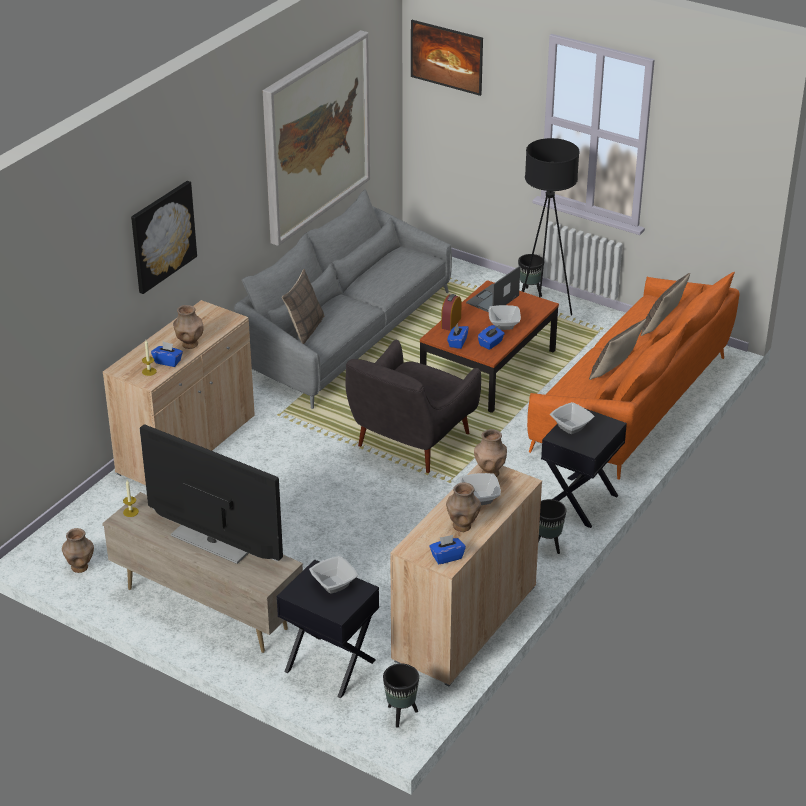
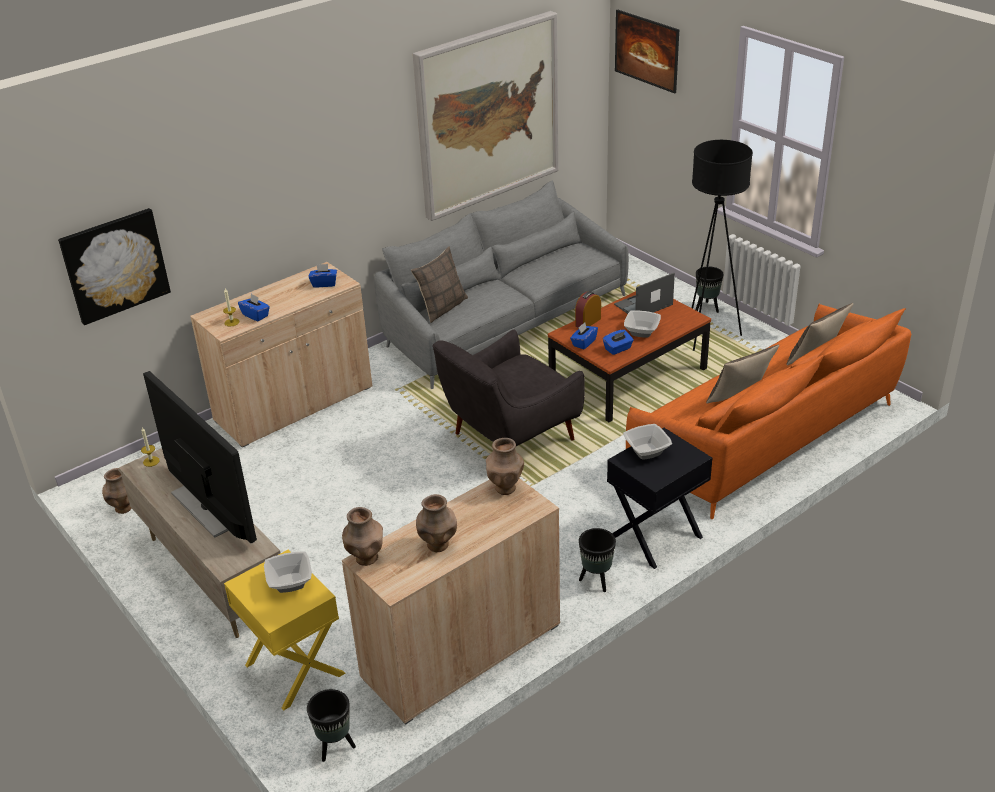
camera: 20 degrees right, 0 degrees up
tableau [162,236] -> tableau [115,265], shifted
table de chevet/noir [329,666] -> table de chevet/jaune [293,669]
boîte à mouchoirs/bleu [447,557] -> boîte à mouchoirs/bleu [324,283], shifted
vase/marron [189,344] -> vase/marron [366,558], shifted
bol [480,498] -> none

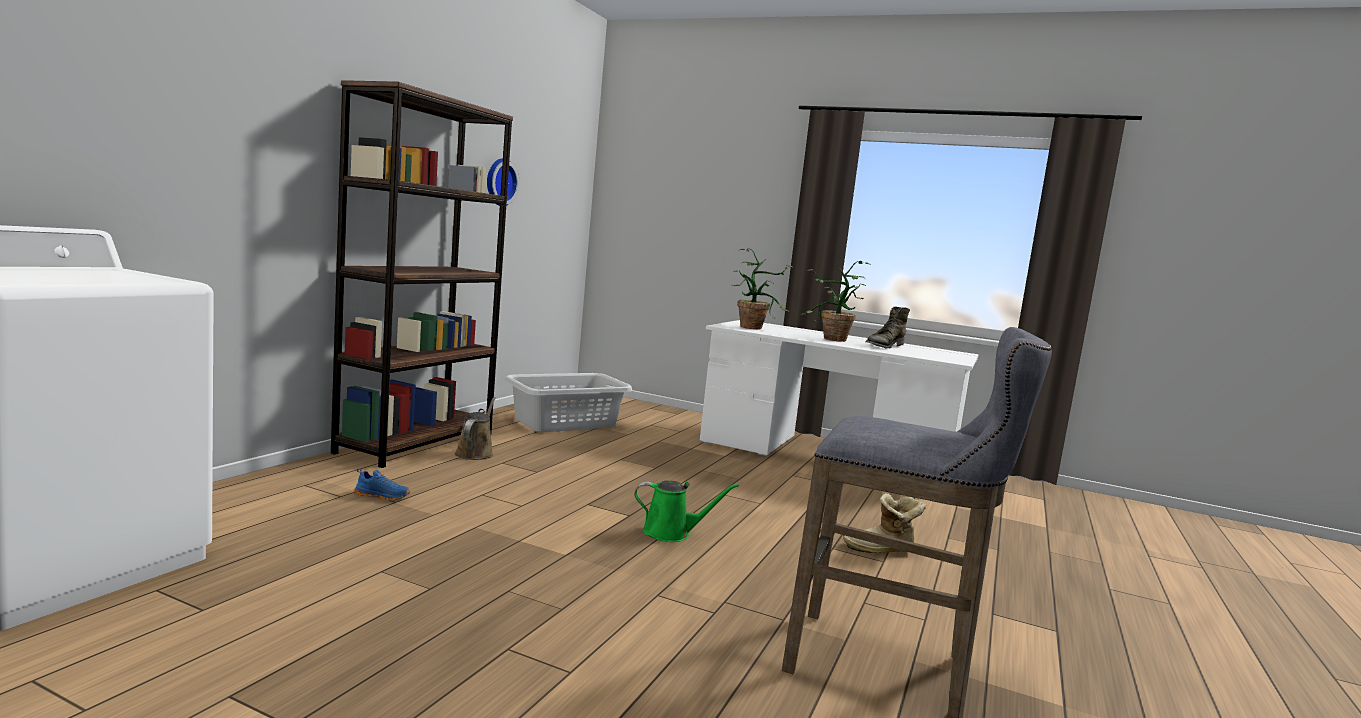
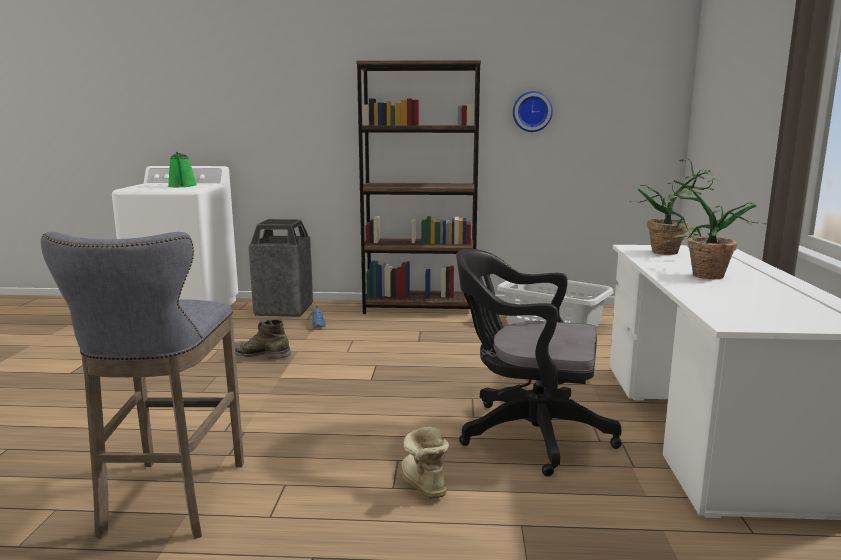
camera: 70 degrees right, 5 degrees up
arrosoir/vert [671,533] -> arrosoir/vert [182,186], shifted
botte/vert [884,346] -> botte/vert [260,354], shifted
none -> poubelle [284,309]
none -> chaise de bureau/noir [527,434]
arrosoir/marron [475,453] -> none

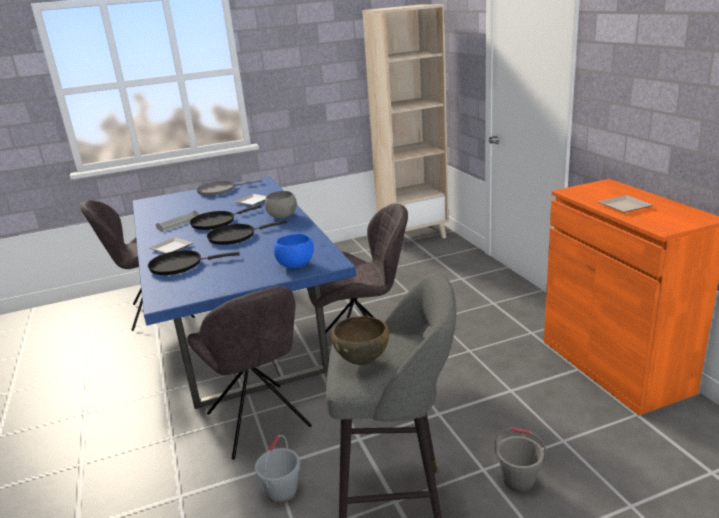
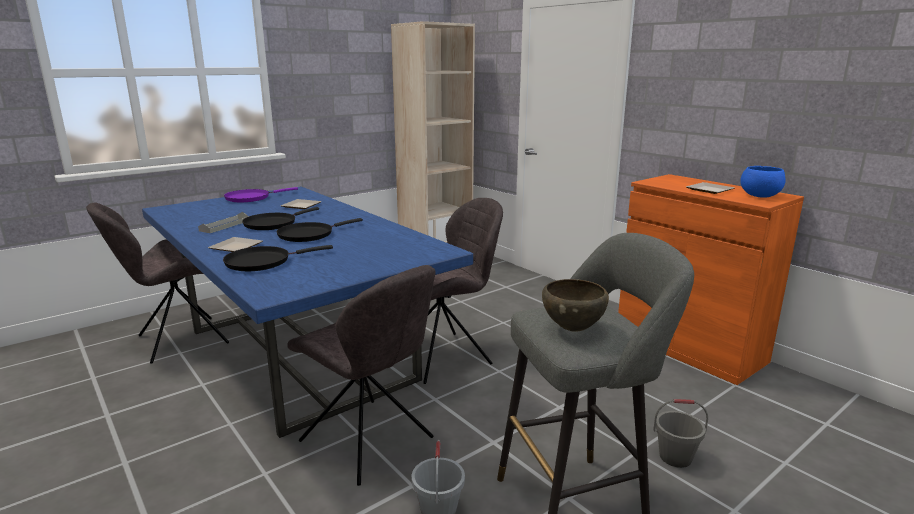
camera: 20 degrees left, 5 degrees down
poêle/gris [219,190] -> poêle/violet [250,198]
bol/bleu [295,265] -> bol/bleu [759,196], shifted
bol/gris [282,216] -> none

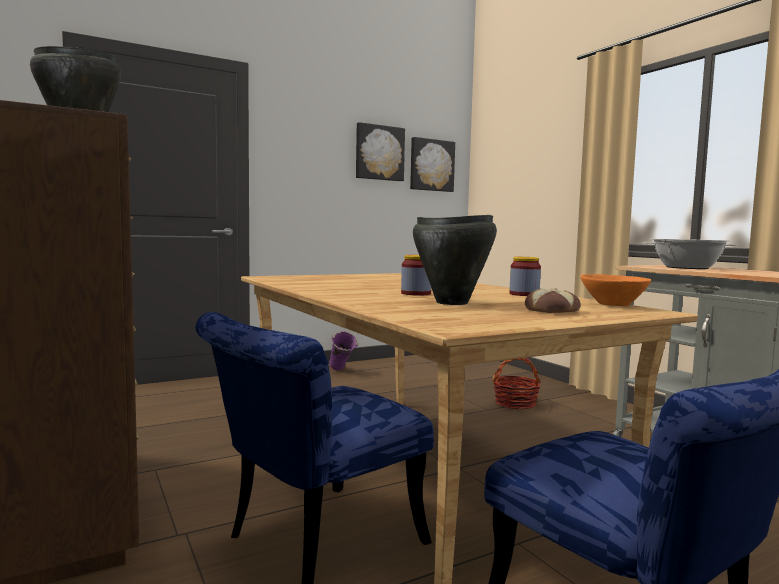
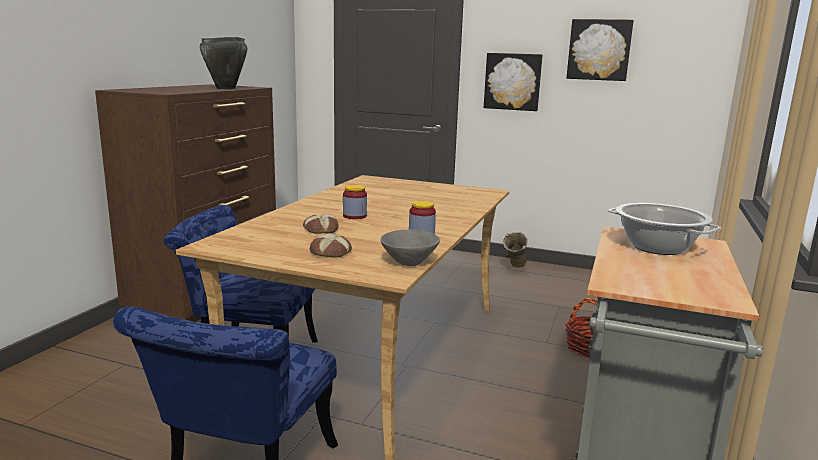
camera: 50 degrees right, 10 degrees up
marmite/noir [452,303] -> pain [320,229]
bol/orange [613,305] -> bol/gris [408,262]
tableau [431,165] -> tableau [512,81], shifted
vase/violet [341,372] -> vase/beige [514,269]

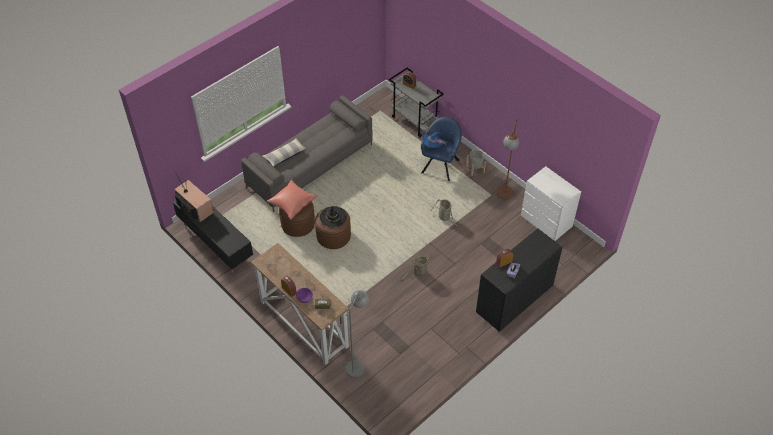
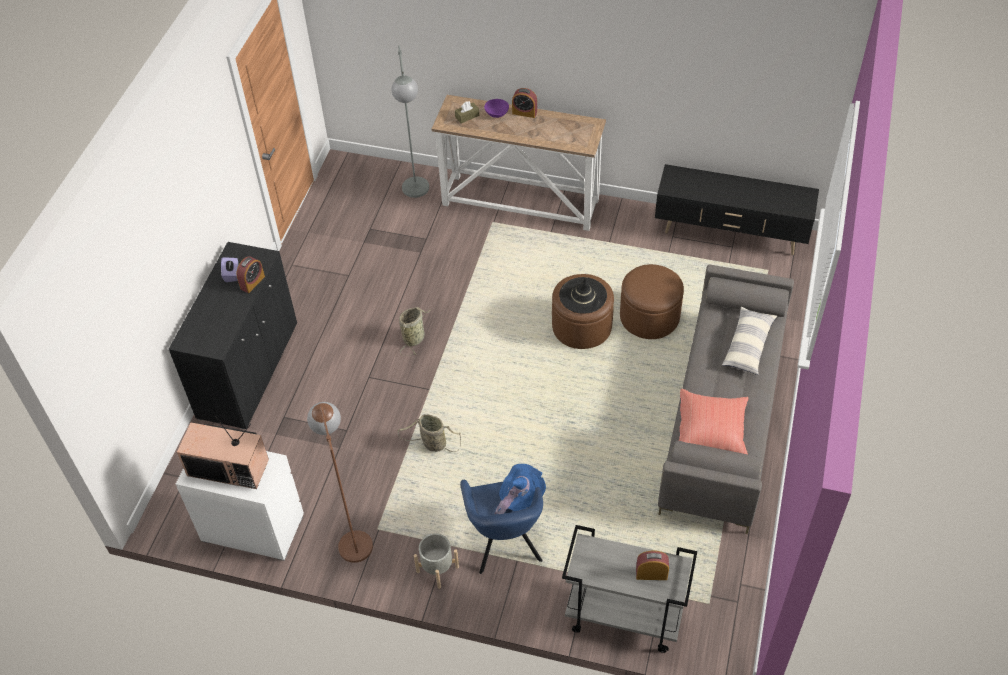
camera: 150 degrees right, 0 degrees up
téléviseur [194,208] -> téléviseur [229,466], shifted
coussin/rouge [292,204] -> coussin/rouge [711,432], shifted

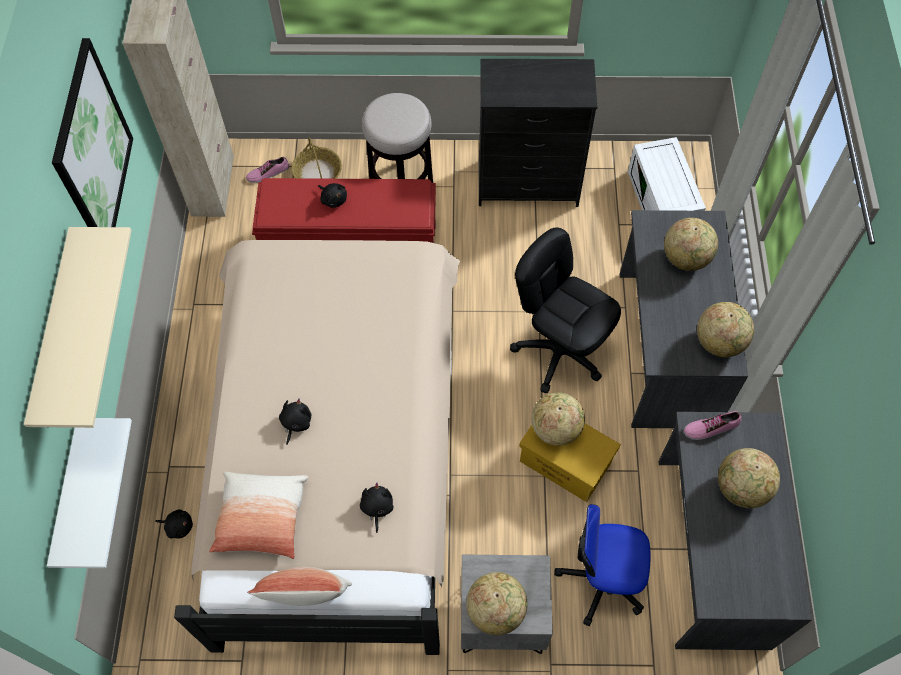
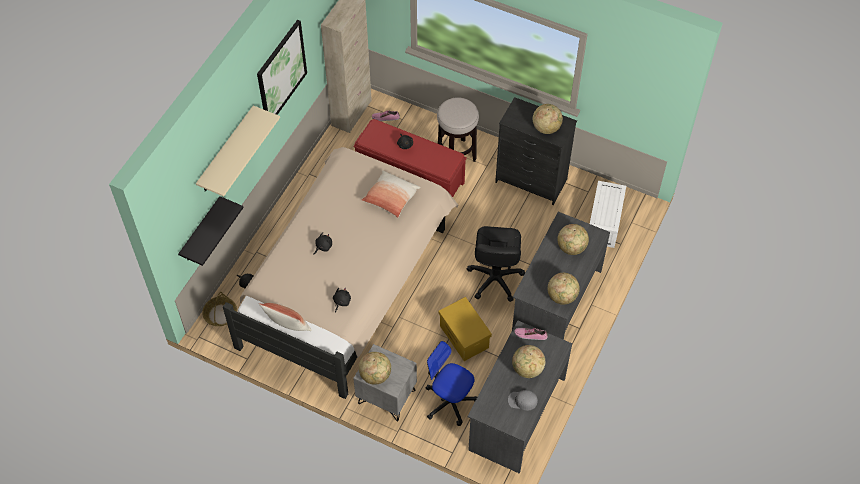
camera: 25 degrees right, 5 degrees down
étagère/blanc [70,497] -> étagère/noir [201,231]
panier [318,173] -> panier [220,315], shifted
coussin [262,519] -> coussin [391,198], shifted
chaise de bureau/noir [559,351] -> chaise de bureau/noir [495,279], 150 degrees counterclockwise
none -> casquette/gris [522,401]
globe [555,429] -> globe [546,128], shifted

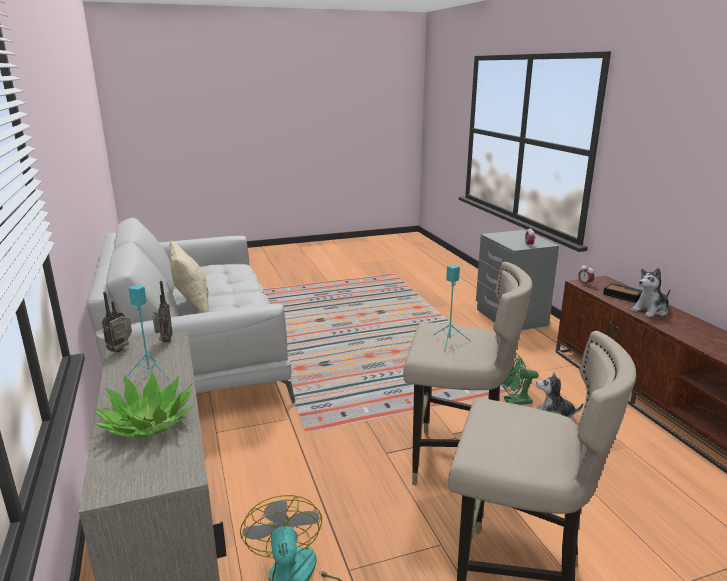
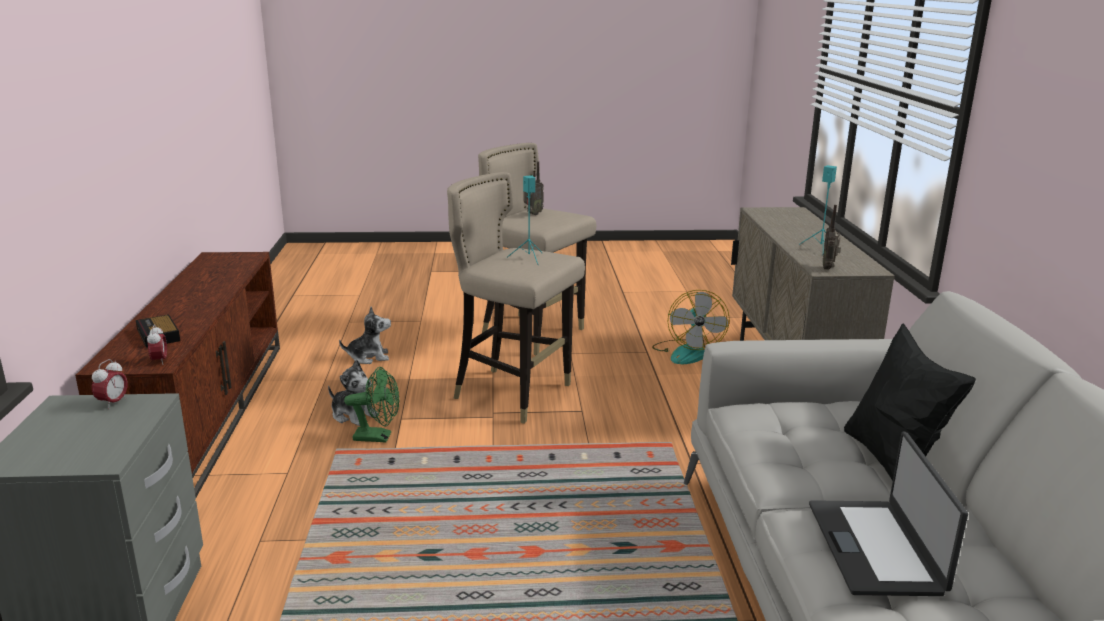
camera: 165 degrees left, 0 degrees up
peluche [650,311] -> peluche [369,357], shifted
radio [122,350] -> radio [532,214], shifted
none -> ordinateur portable [876,547]
coussin/beige [192,306] -> coussin/noir [892,463]
plante en pot [148,423] -> none

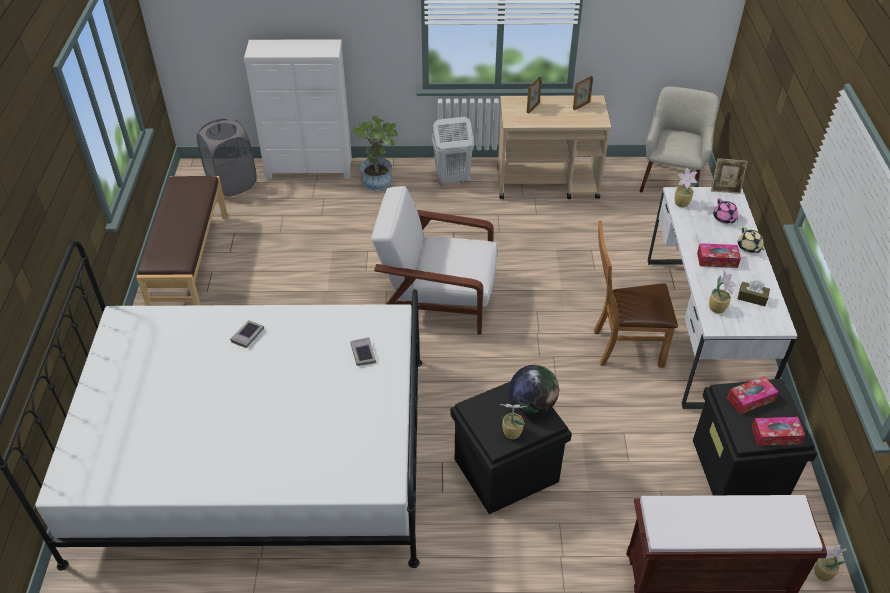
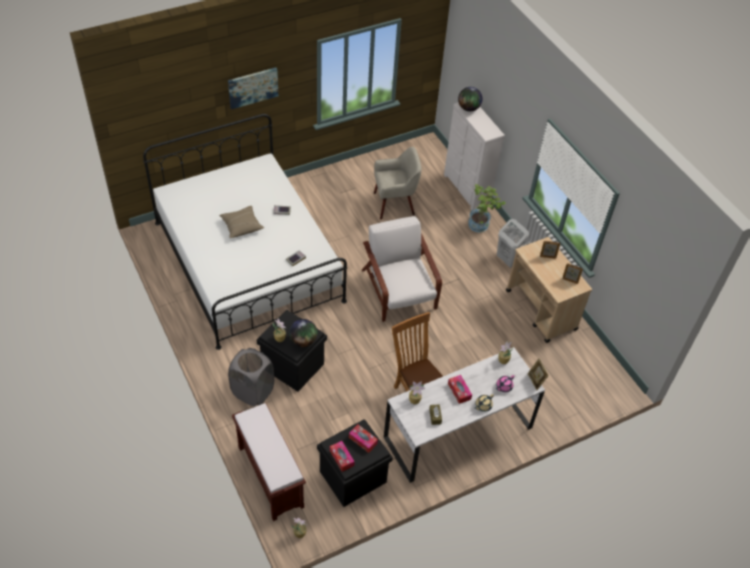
camera: 60 degrees right, 5 degrees up
none -> coussin/beige [241,226]
none -> tableau [253,87]
panier à linge/gris [232,183] -> panier à linge/gris [253,391], shifted
fauteuil/beige [671,180] -> fauteuil/beige [394,204], shifted
none -> globe [468,108]
banc/marron [190,265] -> none

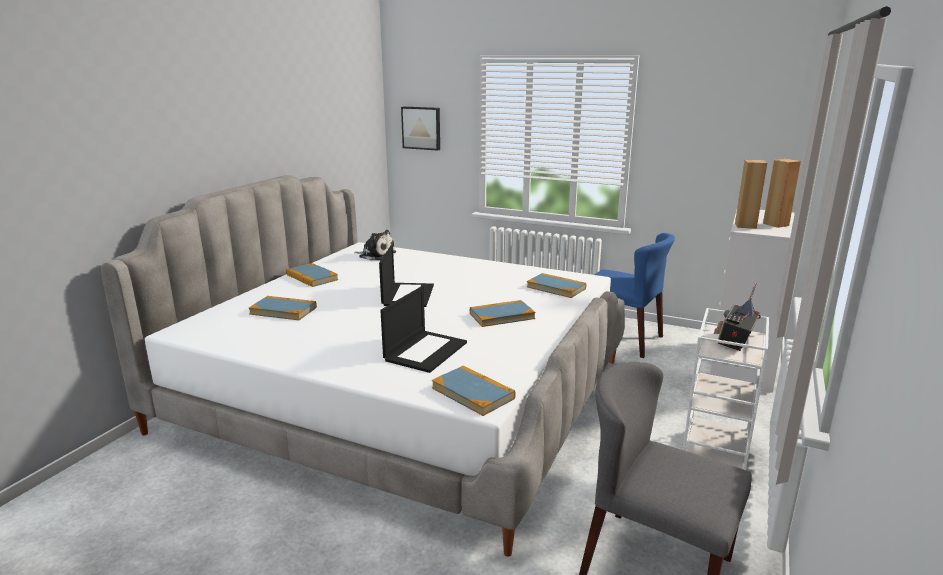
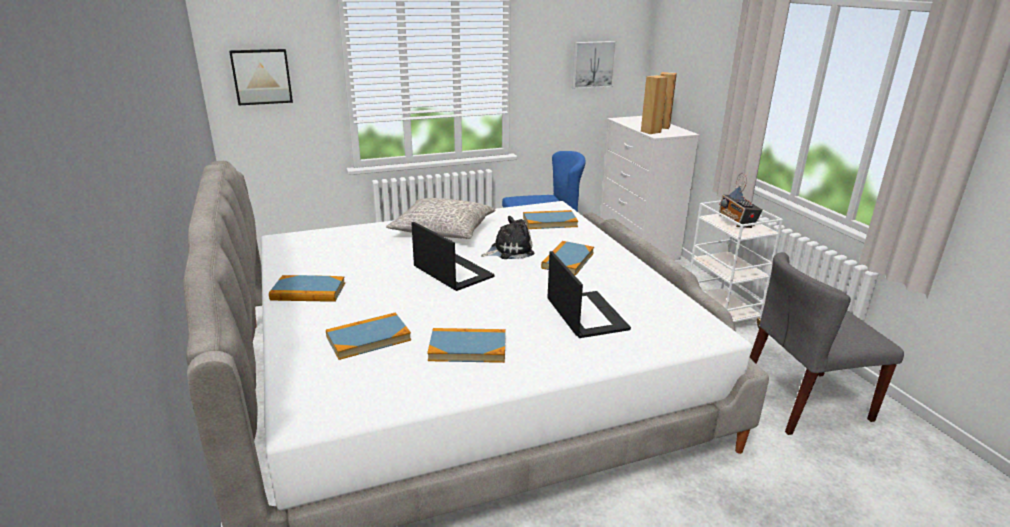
camera: 45 degrees left, 5 degrees up
none -> coussin/gris [442,231]
livre [473,393] -> livre [467,348], shifted
peluche [376,255] -> peluche [509,251], shifted
none -> tableau [592,64]

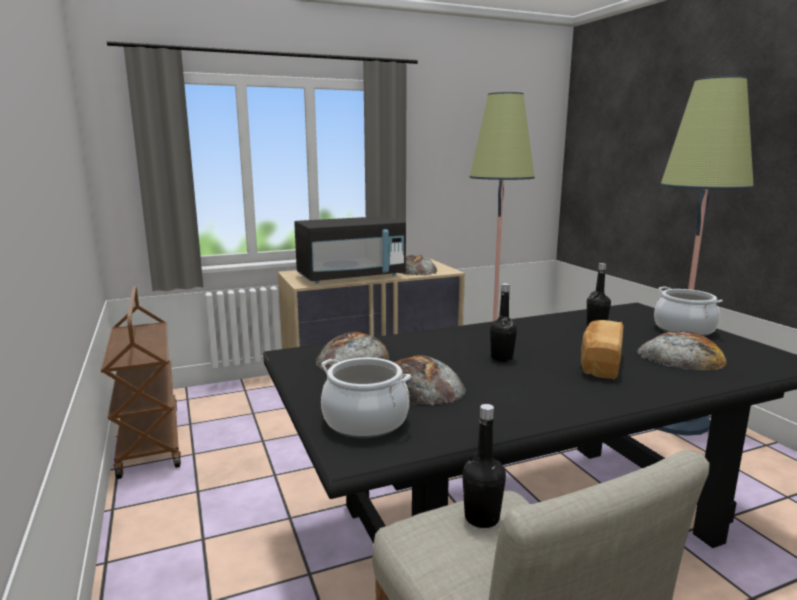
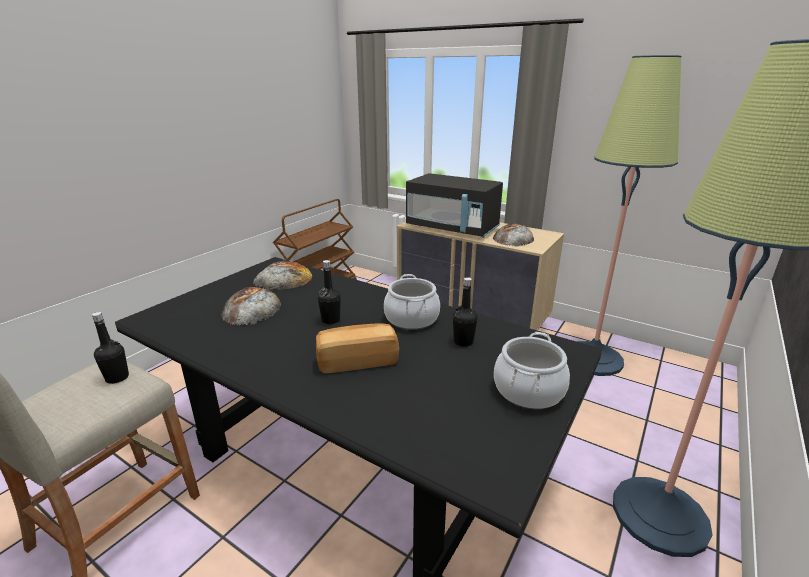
camera: 55 degrees right, 10 degrees up
marmite [365,421] -> marmite [412,319], shifted
pain [681,356] -> none

